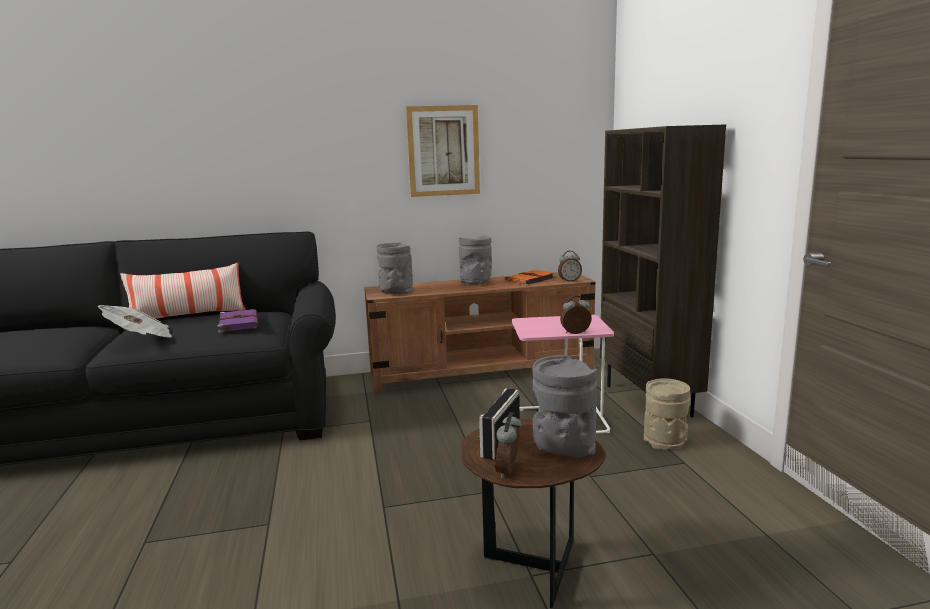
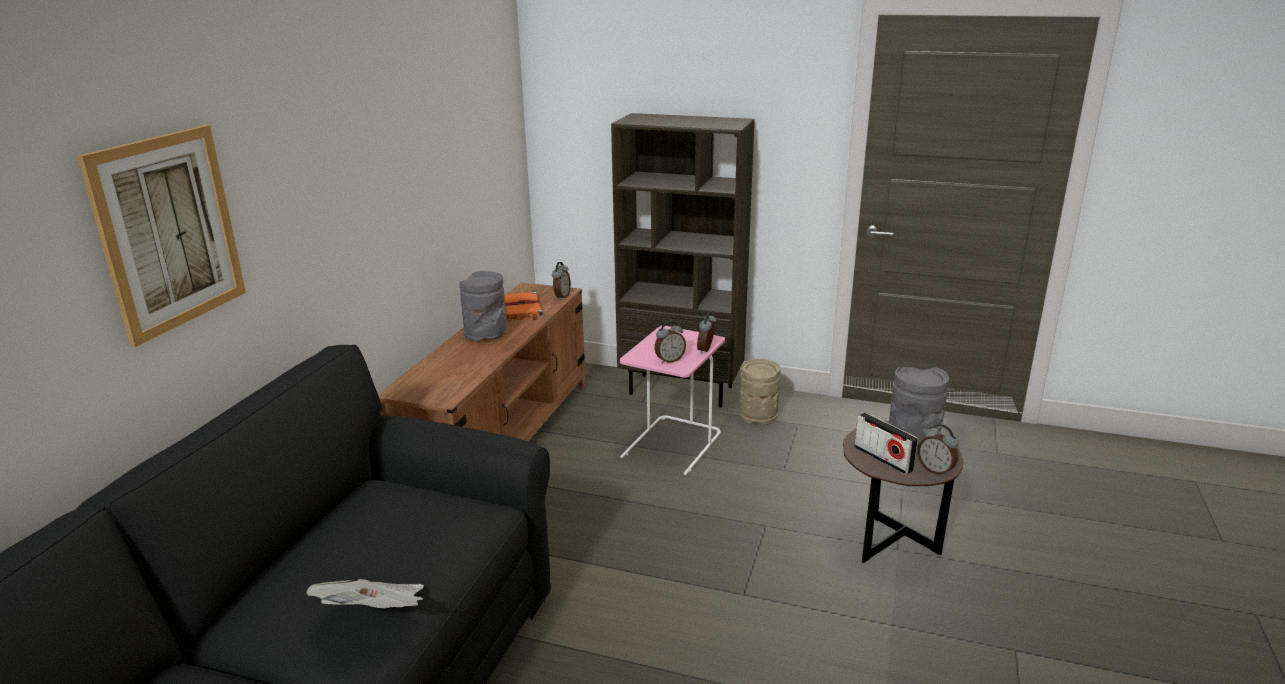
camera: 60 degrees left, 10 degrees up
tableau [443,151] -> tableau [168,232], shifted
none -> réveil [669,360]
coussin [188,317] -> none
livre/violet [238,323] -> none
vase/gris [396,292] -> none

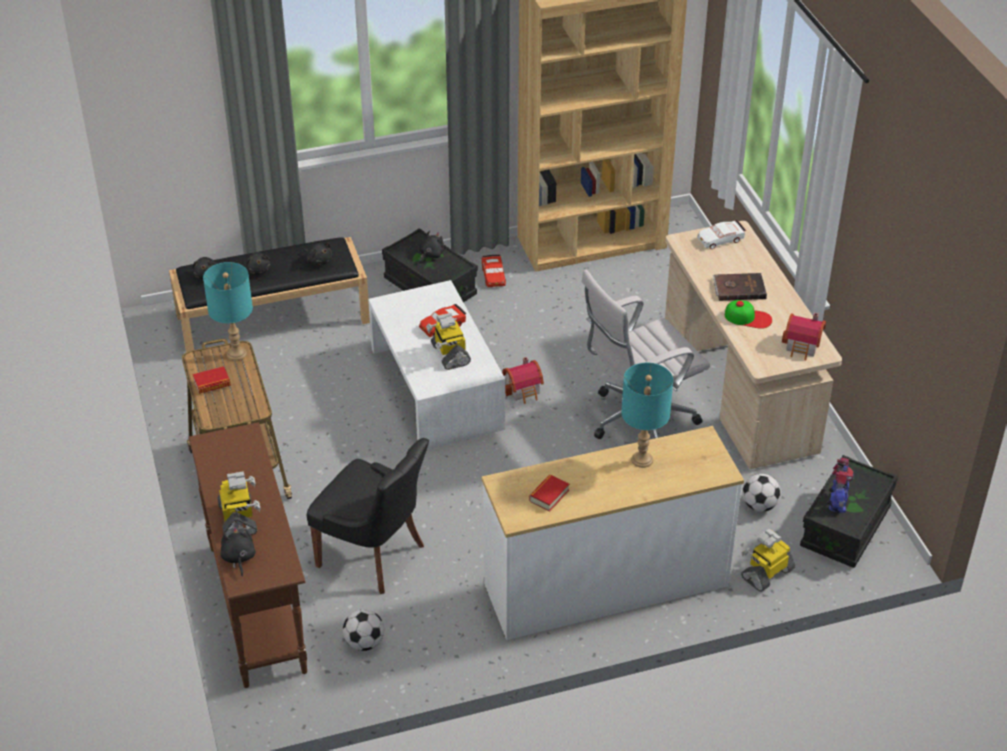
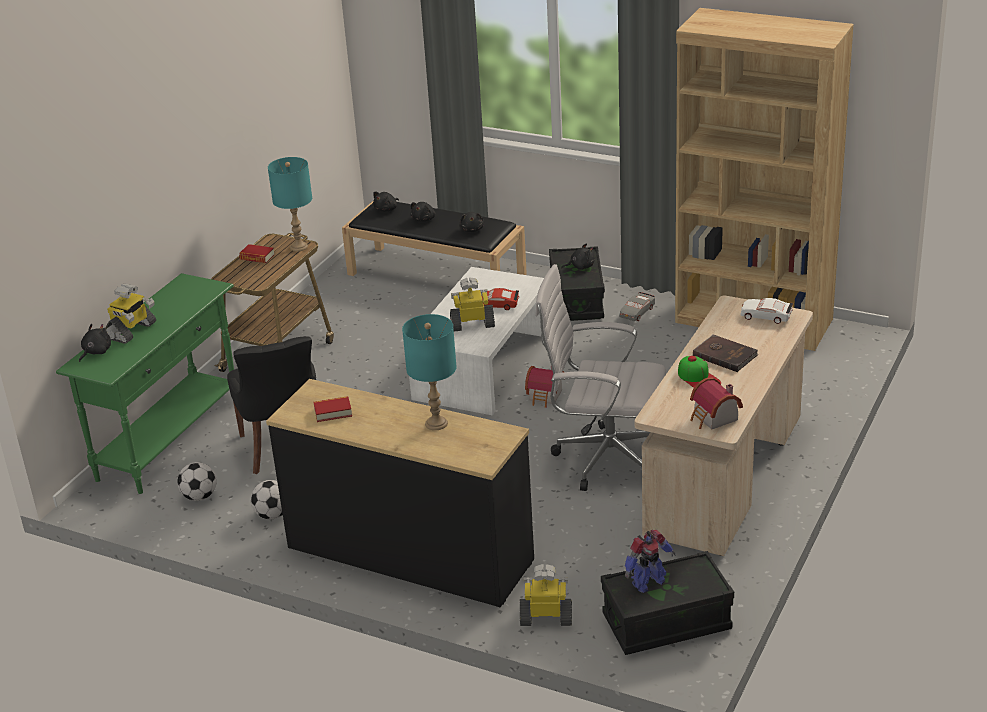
camera: 45 degrees right, 10 degrees down
table console/marron [258,608] -> table console/vert [170,440]
ballon de foot [759,505] -> ballon de foot [273,515], shifted
commode/blanc [606,586] -> commode/noir [409,555]
robot jouet [449,354] -> robot jouet [472,324], 60 degrees clockwise
petite voiture/rouge [493,275] -> petite voiture/gris [637,312]

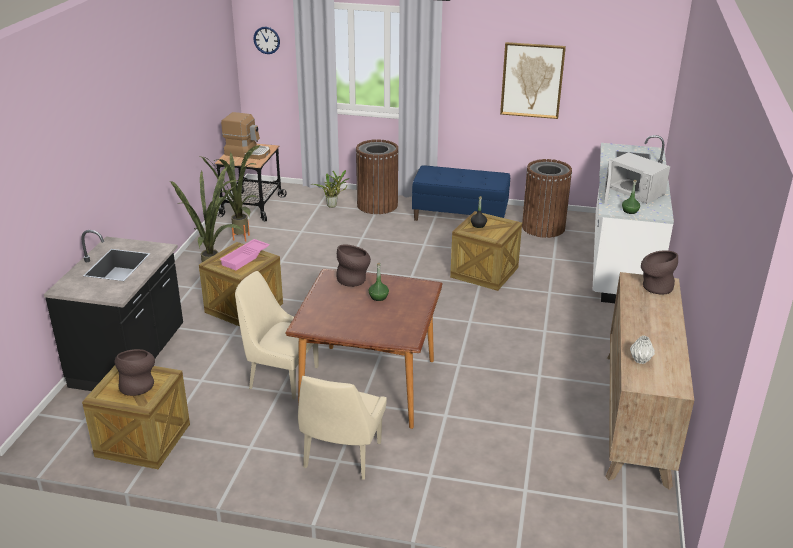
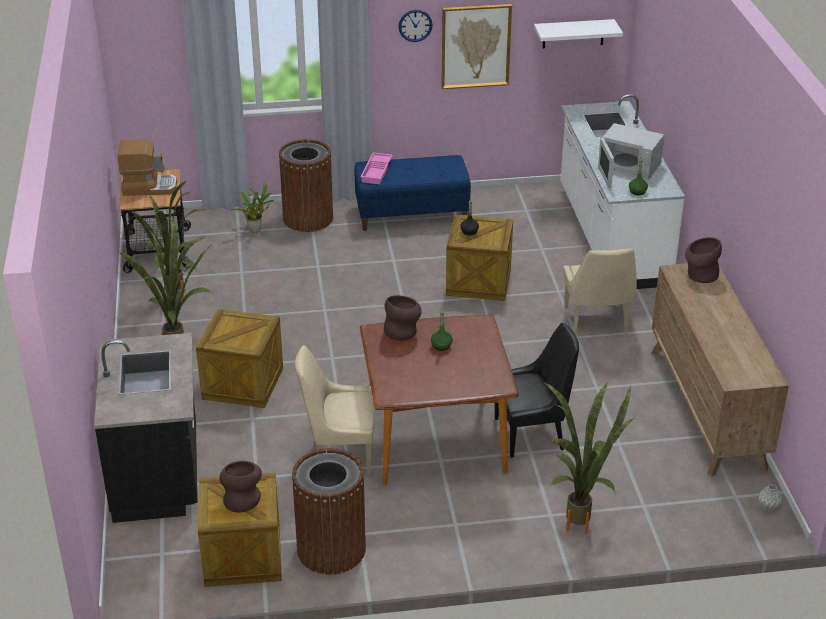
camera: 20 degrees left, 5 degrees up
poubelle/marron [543,227] -> poubelle/marron [331,549], shifted
plateau/rose [245,258] -> plateau/rose [377,171], shifted
horloge murale [266,40] -> horloge murale [415,25], shifted
none -> chaise/noir [532,433]
none -> étagère/blanc [573,33]
none -> plante en pot [581,520]
chaise/beige [341,457] -> chaise/beige [596,322], shifted
vase/gris [640,360] -> vase/gris [768,506], shifted

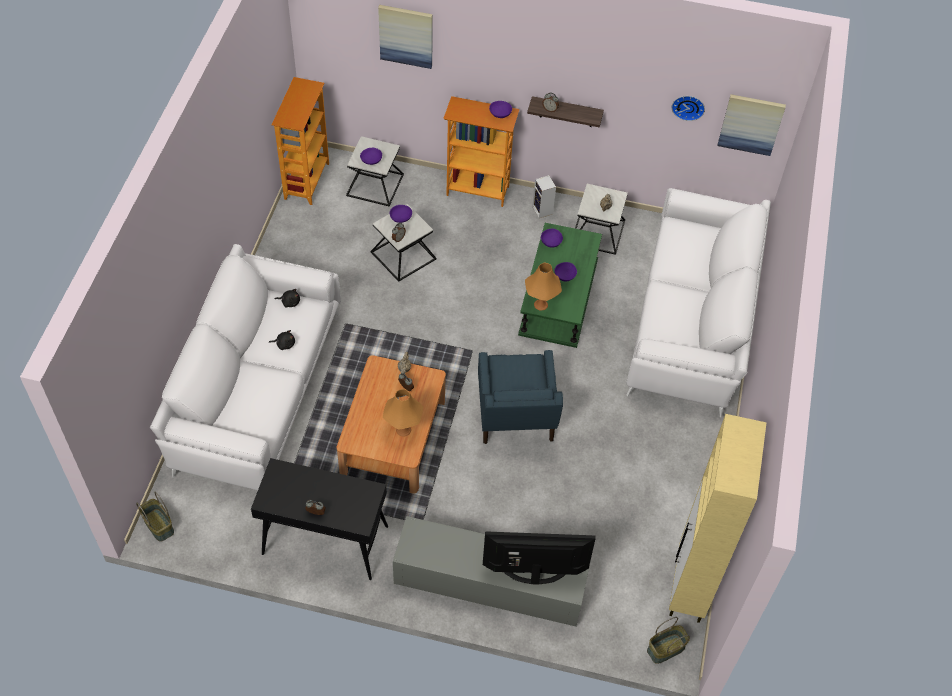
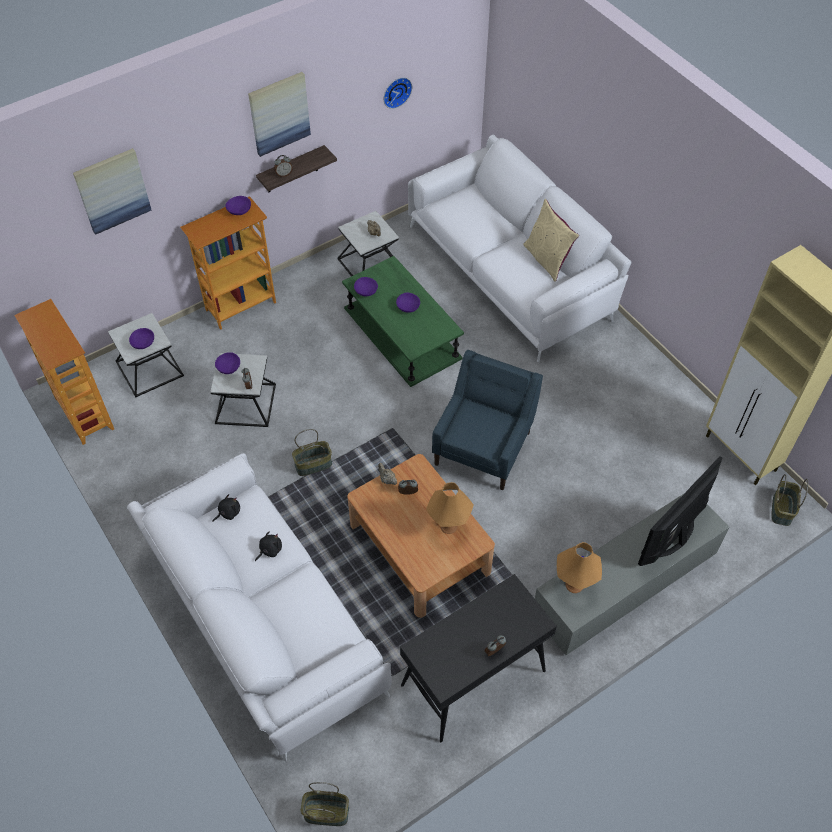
camera: 45 degrees left, 0 degrees up
tableau [751,124] -> tableau [279,113], shifted
none -> panier [313,464]
fauteuil/bleu [515,415] -> fauteuil/bleu [484,446], 105 degrees counterclockwise
none -> coussin/beige [547,259]
lampe de table/orange [540,304] -> lampe de table/orange [574,585], shifted
enceinte [543,211] -> none

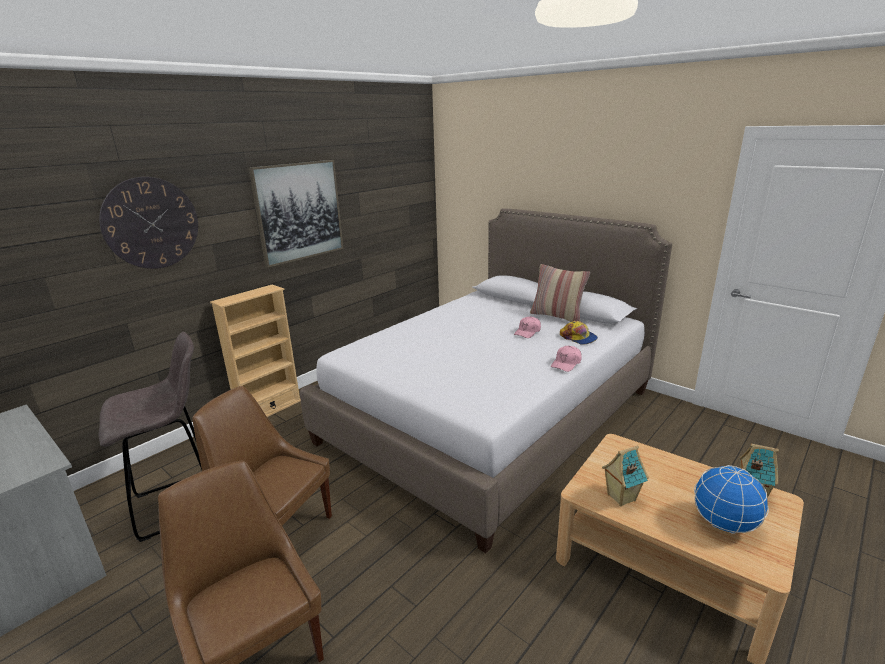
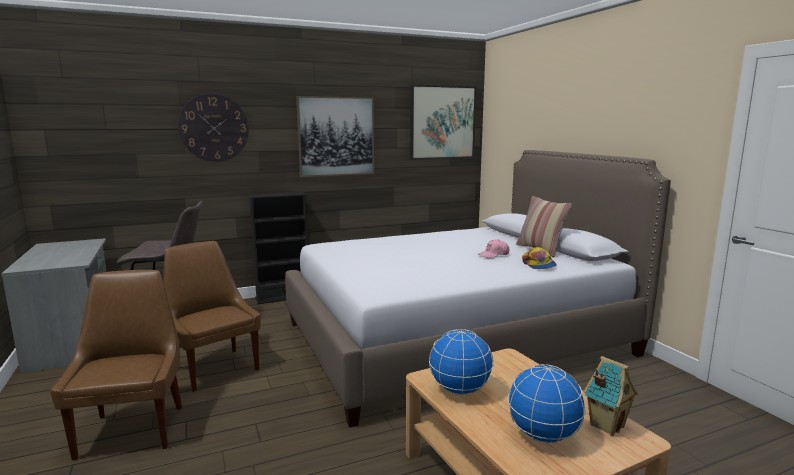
camera: 25 degrees right, 10 degrees down
bibliothèque/beige [269,409] -> bibliothèque/noir [283,297]
none -> tableau [442,122]
maison miniature [620,497] -> globe [459,390]
casquette/rose [566,364] -> none

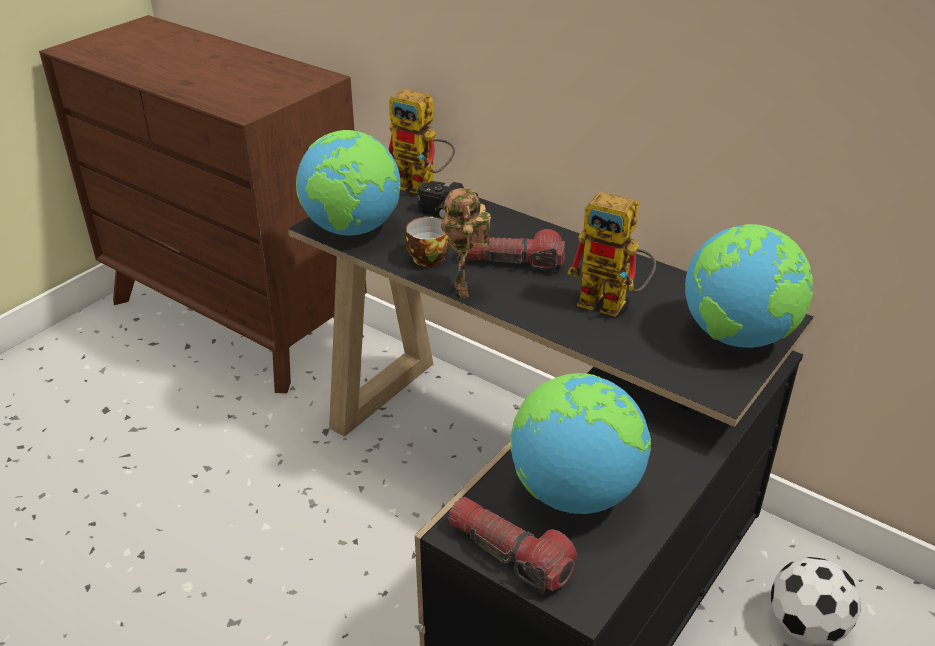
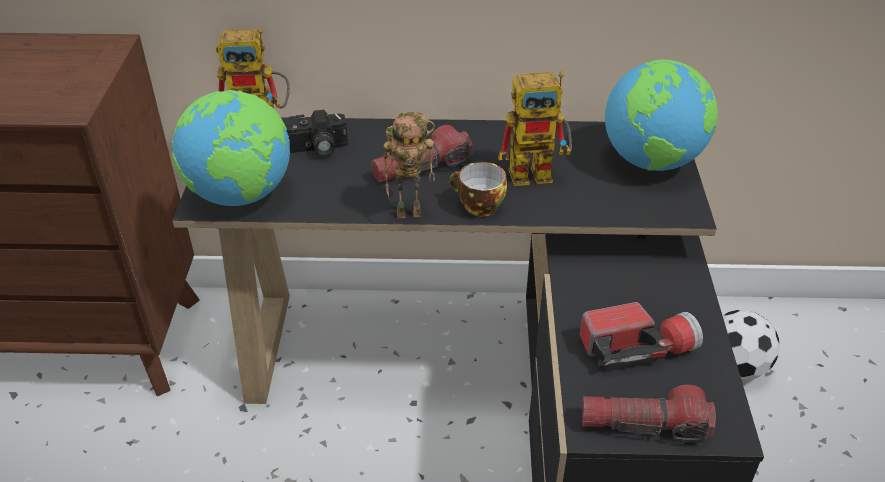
camera: 35 degrees left, 5 degrees up
robot jouet [465,291] -> robot jouet [410,212], 45 degrees counterclockwise
tasse [426,257] -> tasse [478,206], shifted
globe [574,492] -> lampe de poche [637,347]

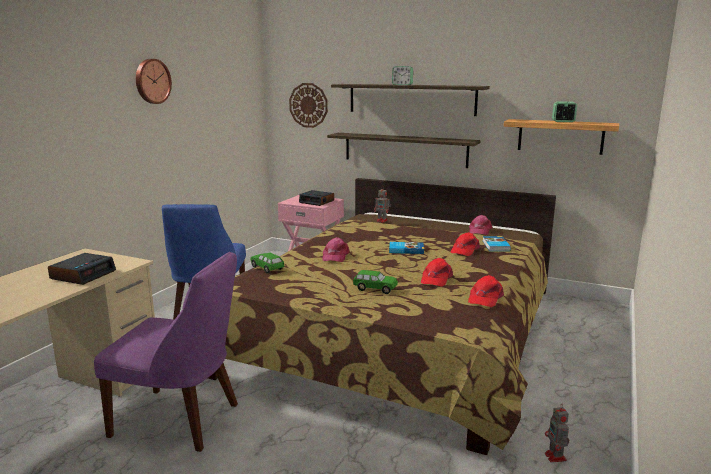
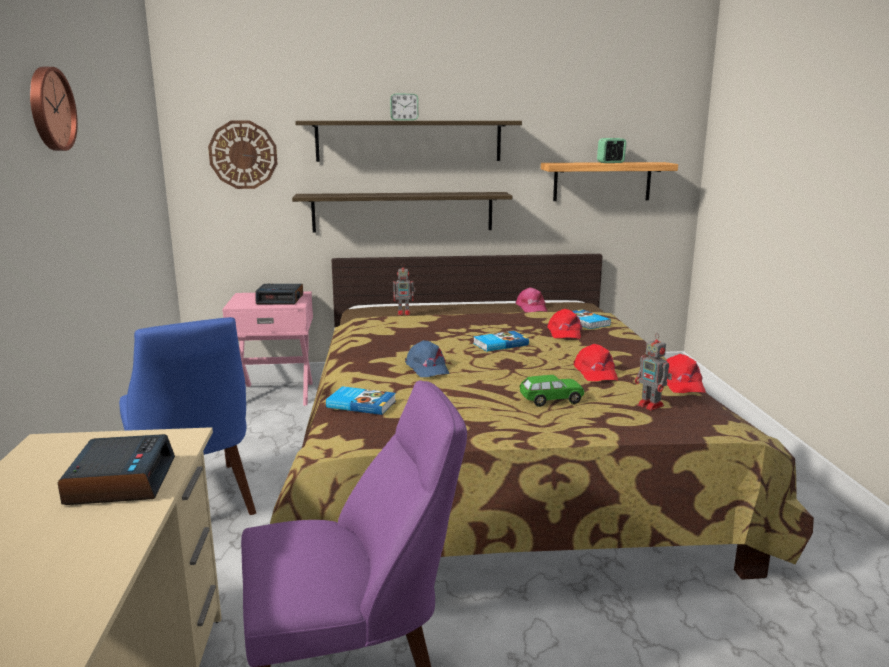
camera: 30 degrees left, 0 degrees up
petite voiture/vert [267,268] -> livre [361,404]
casquette/rose [335,256] -> casquette/bleu [427,368]
robot jouet [556,457] -> robot jouet [651,406], shifted

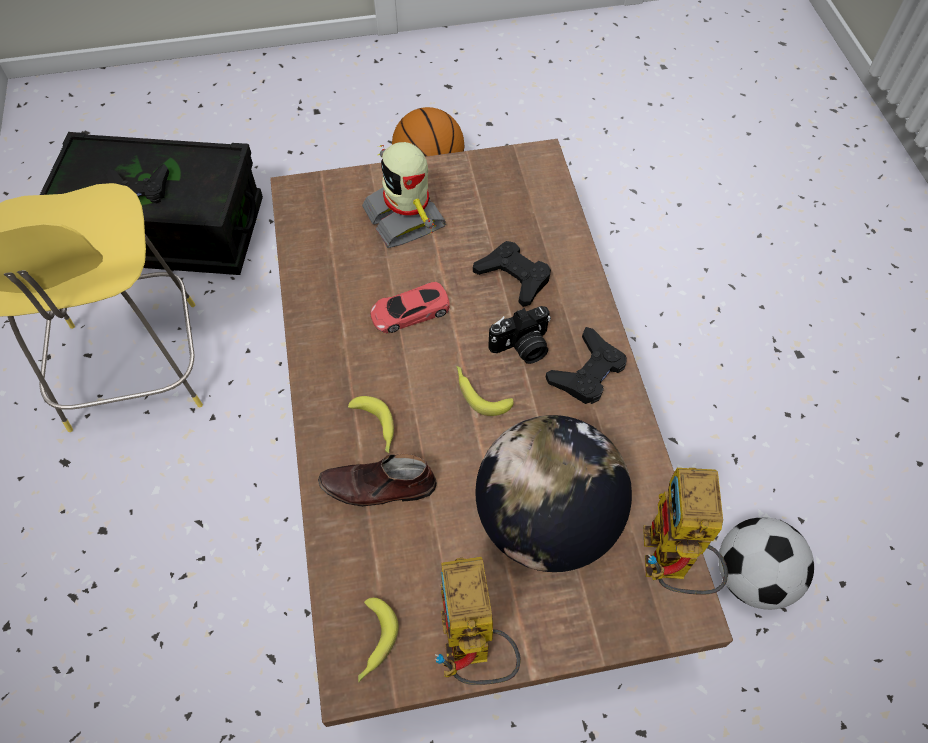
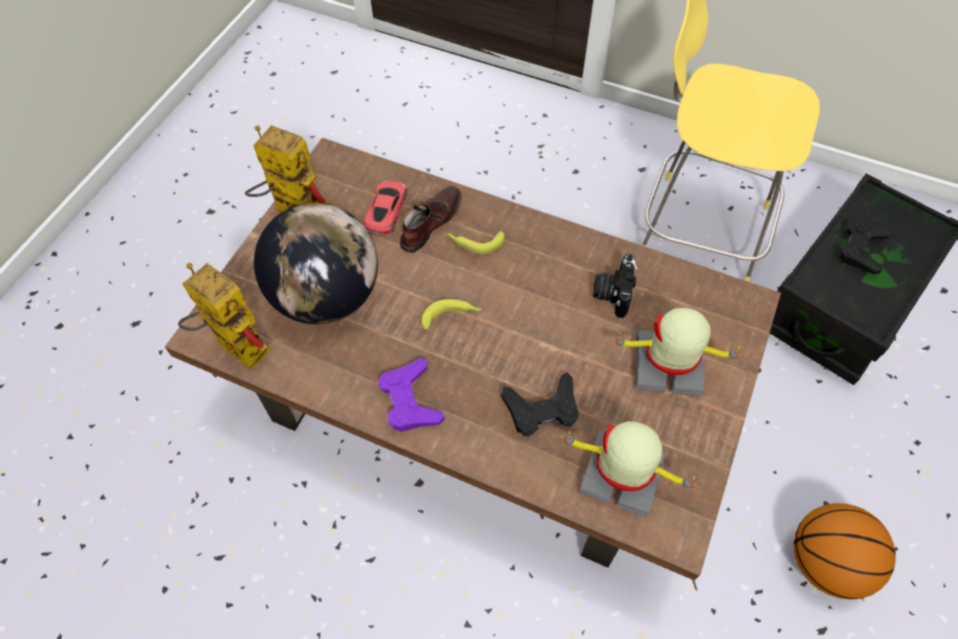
camera: 125 degrees right, 0 degrees up
petite voiture/rouge [410,312] -> petite voiture/rouge [386,210], shifted
manette/noir [587,372] -> manette/violet [410,400]
none -> robot jouet [620,476]
appareil photo [522,347] -> appareil photo [612,293], shifted
banane [373,642] -> none
ballon de foot [752,576] -> none

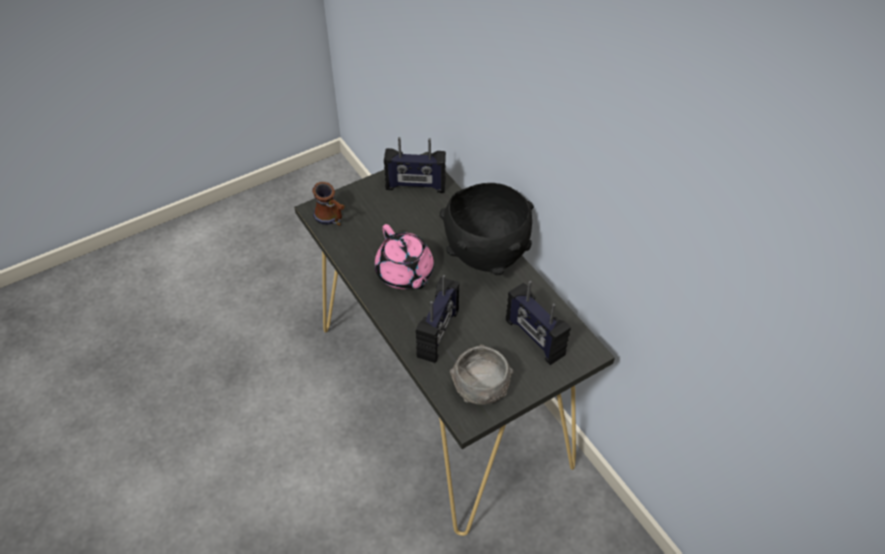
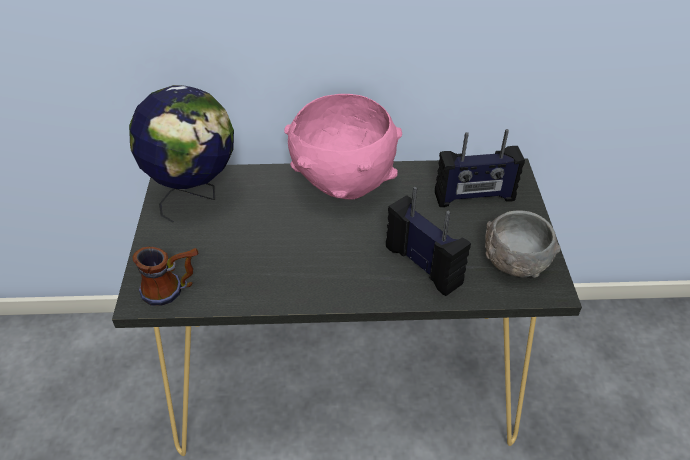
camera: 60 degrees left, 5 degrees down
radio [415,186] -> globe [195,196]
bol/noir [486,255] -> bol/rose [343,184]
théière/rose [405,273] -> none

